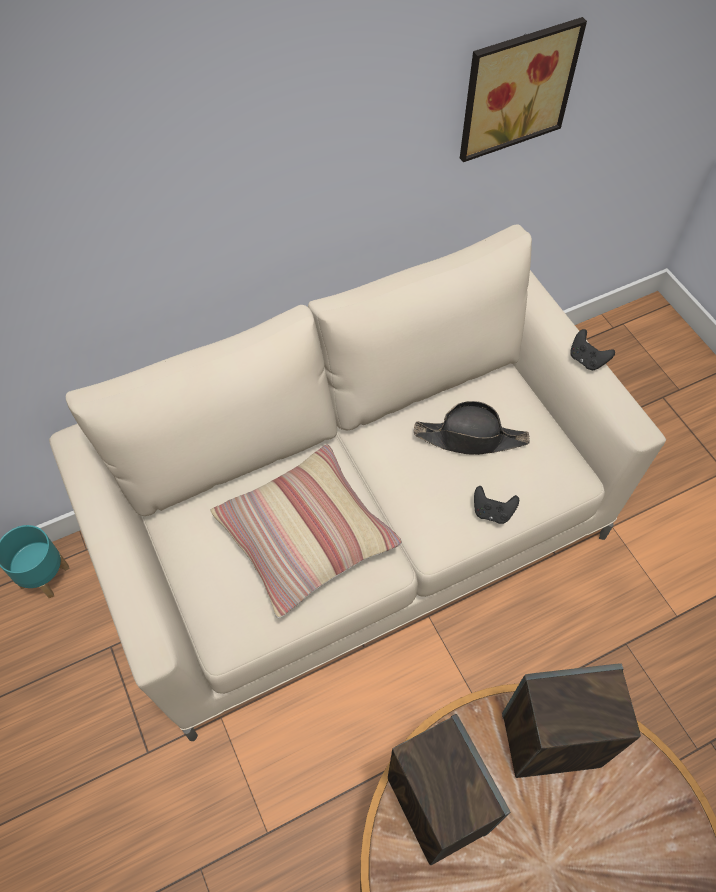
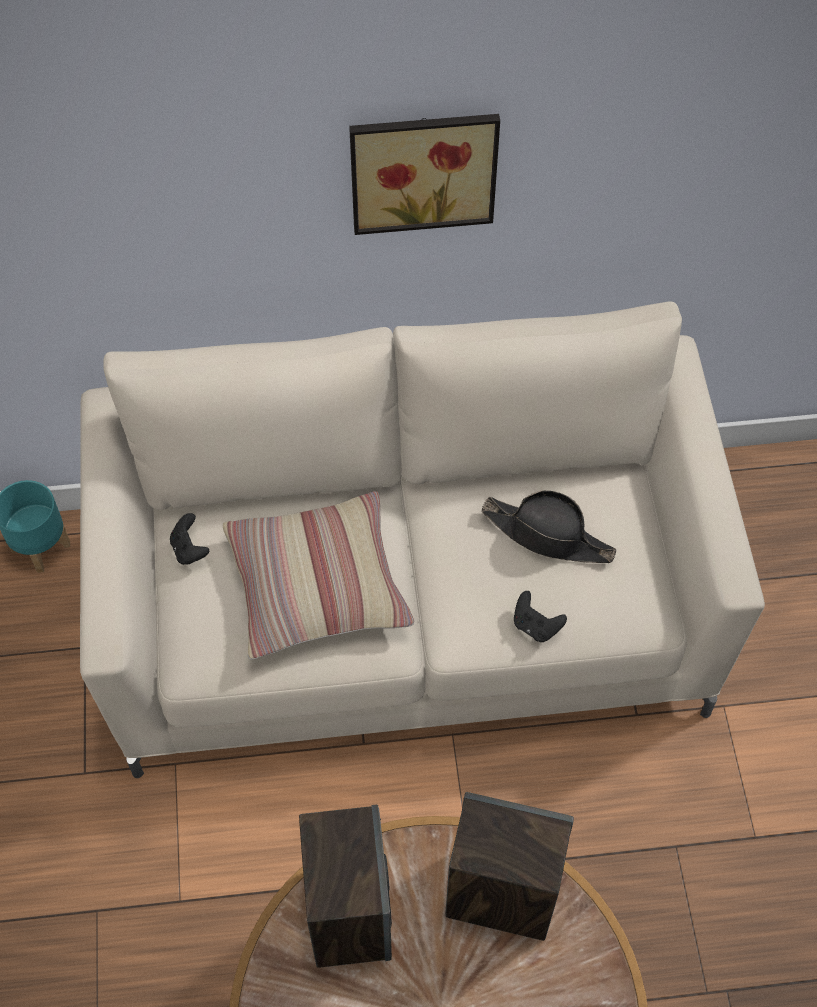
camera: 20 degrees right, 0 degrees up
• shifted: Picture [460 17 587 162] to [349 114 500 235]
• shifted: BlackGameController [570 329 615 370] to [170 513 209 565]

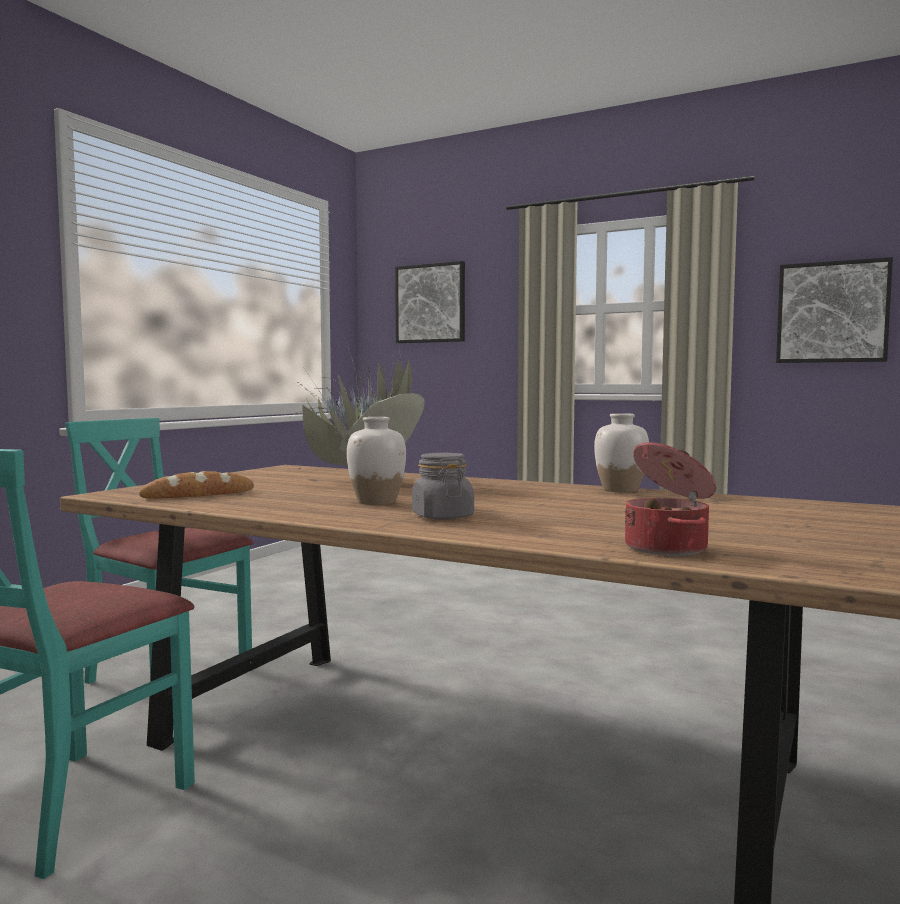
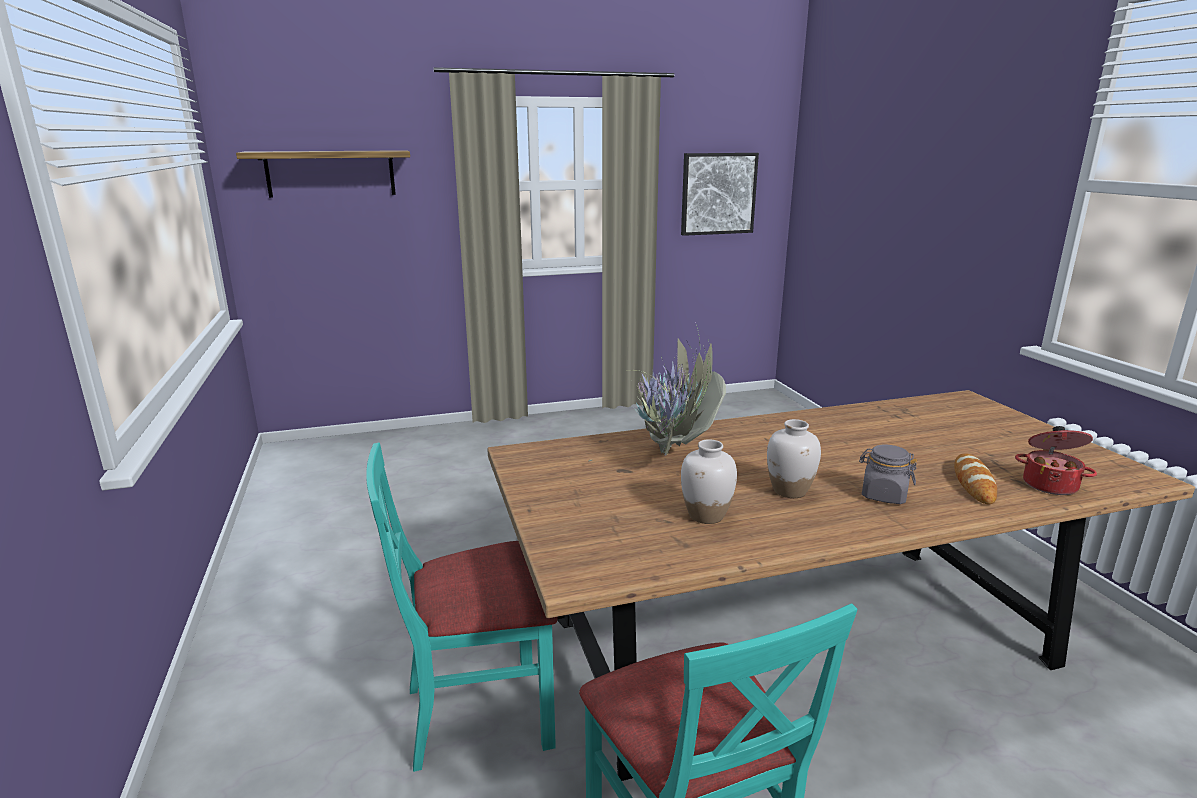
camera: 45 degrees left, 15 degrees up
• shifted: Bread [139 471 254 499] to [954 453 997 504]
• swapped: Picture [395 261 465 343] to Shelf [236 150 410 198]
• shifted: WhiteVase [594 413 649 492] to [681 439 737 524]

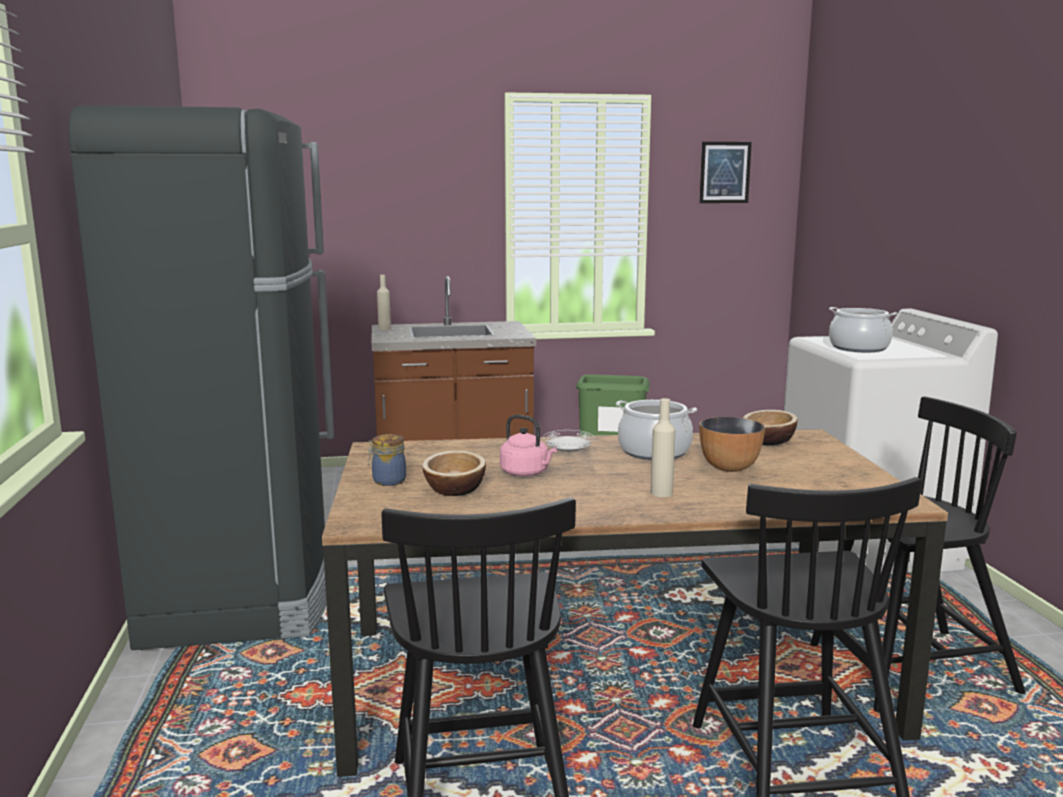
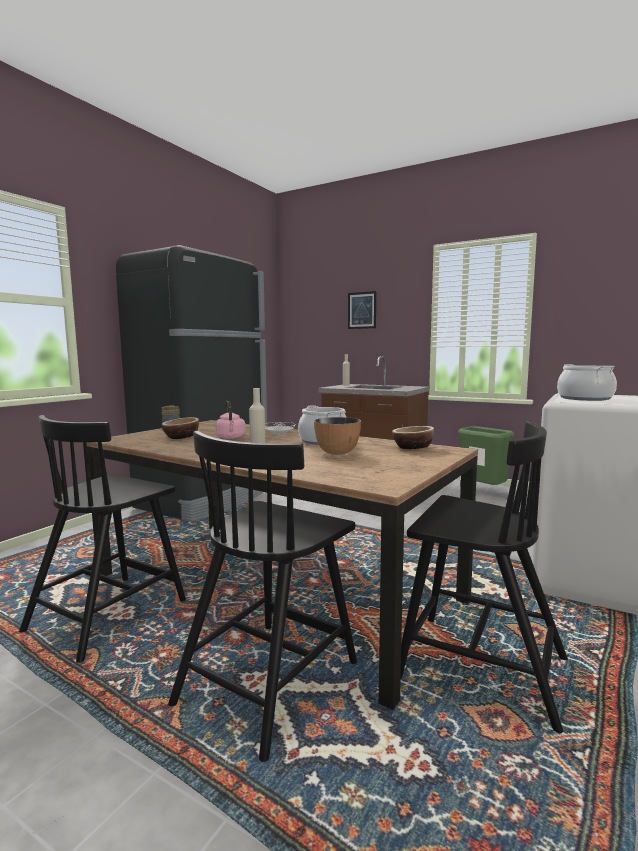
camera: 40 degrees right, 5 degrees down
• shifted: Picture [699 142 752 203] to [348 291 376 329]

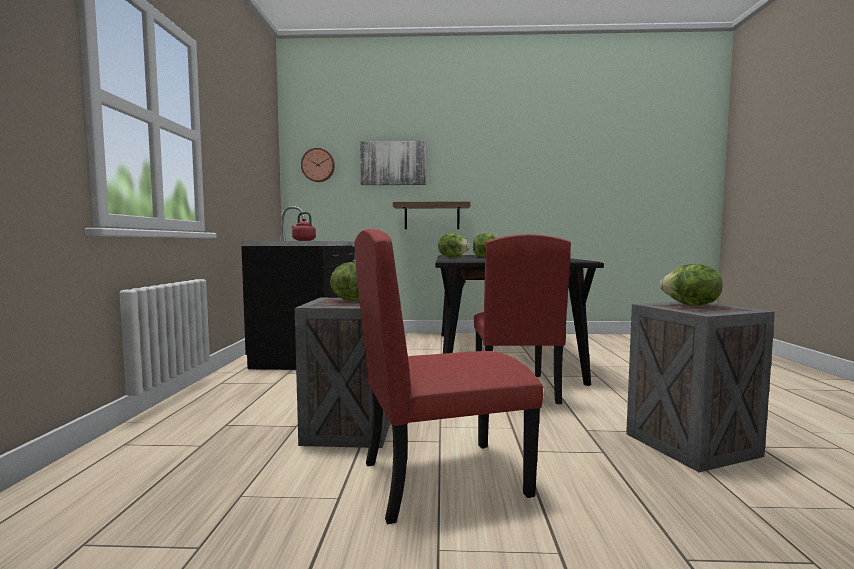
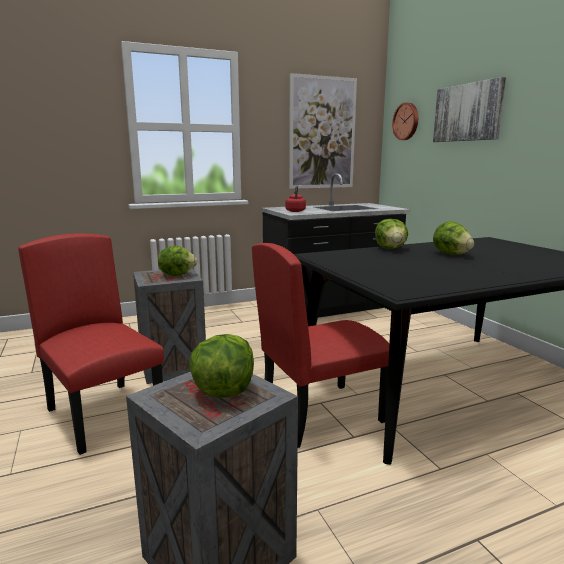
camera: 65 degrees right, 10 degrees up
• gone: Shelf [393 201 470 229]
• new: Picture [289 73 357 189]

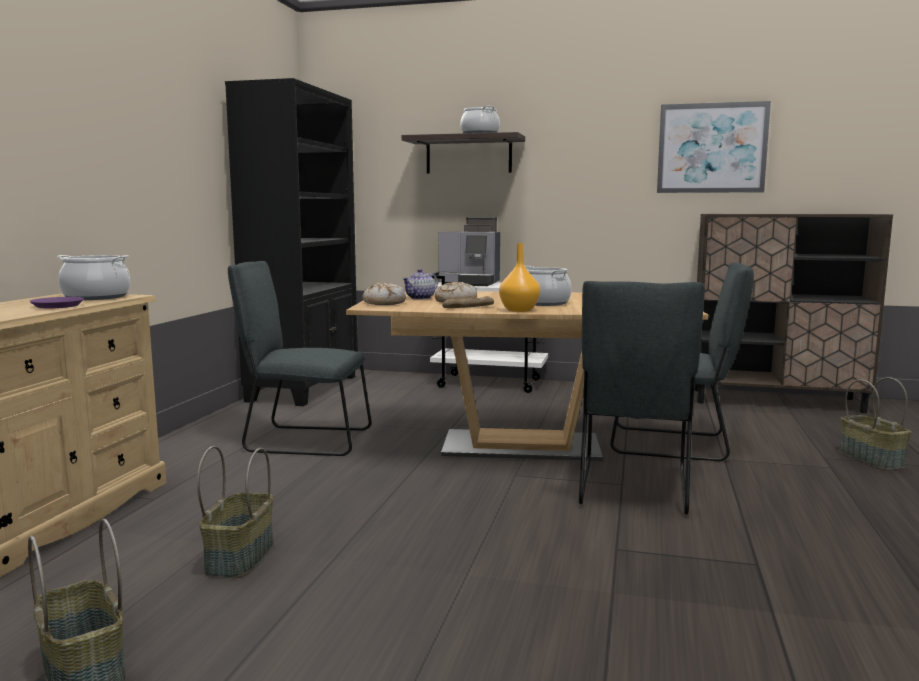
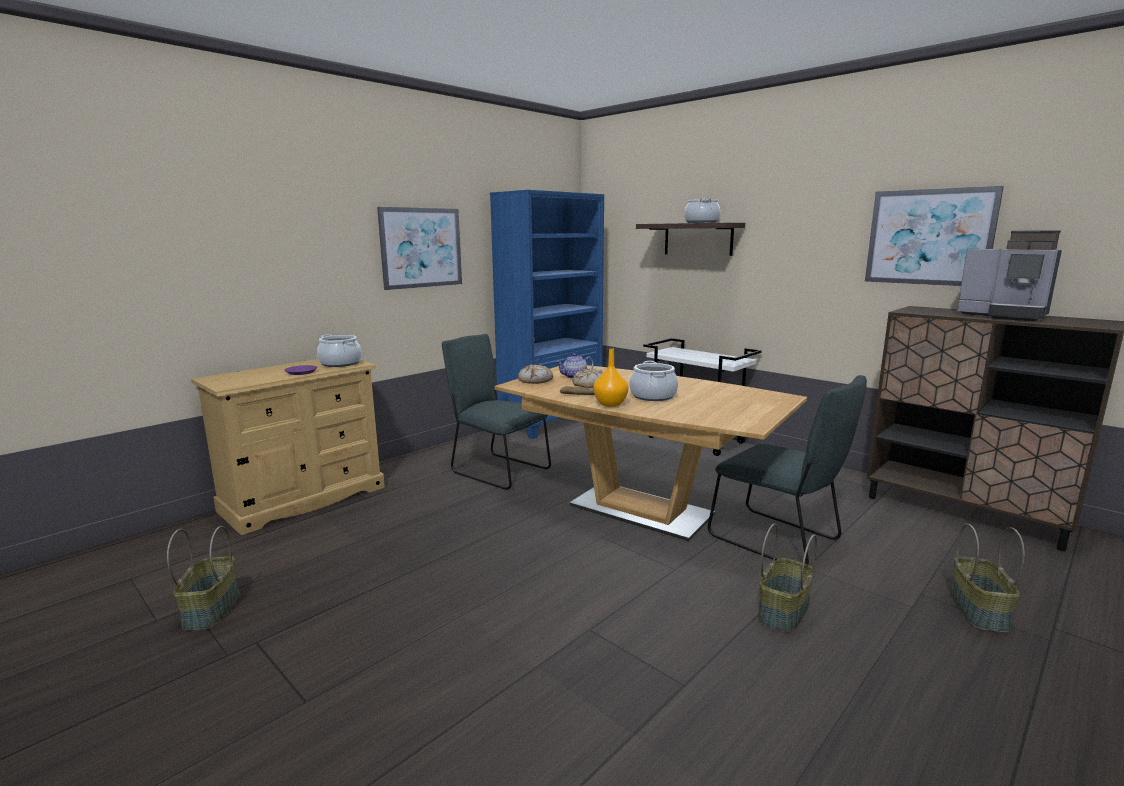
camera: 30 degrees right, 5 degrees up
• shifted: Basket [197 446 274 578] to [758 524 817 633]
• repainted: BlackBookcase [225 78 358 406] to BlueBookcase [490 190 604 439]
• shifted: CoffeeMachine [438 217 500 286] to [957 230 1062 322]
• gone: GreyChair [579 281 705 515]
• new: Picture [377 207 462 290]

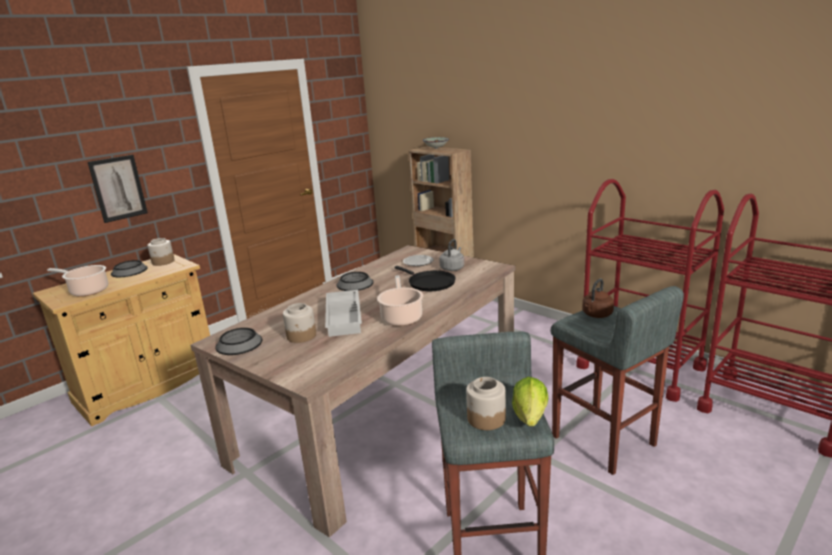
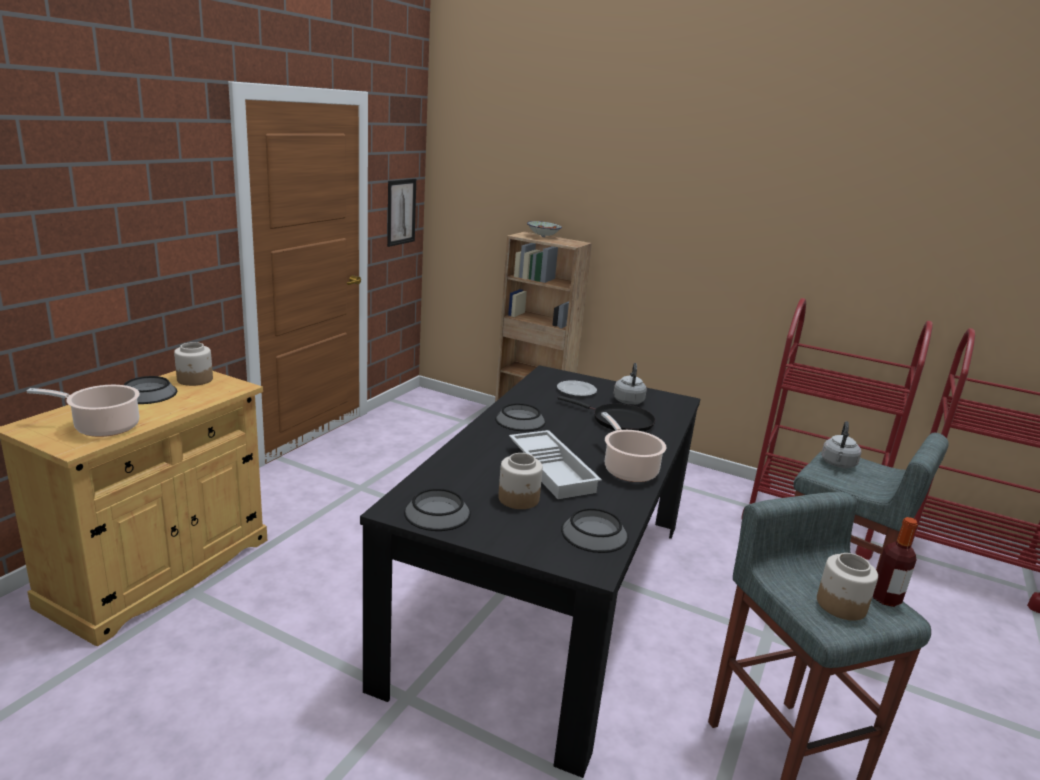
camera: 20 degrees left, 0 degrees up
• shifted: Picture [88 155 148 223] to [387 179 416 247]
• repainted: BeigeDiningTable [191 245 515 538] to BlackDiningTable [360 365 700 778]
• swapped: Lettuce [512 377 548 426] to Bottle [873 517 918 607]
• repainted: BrownKettle [582 279 614 318] to GreyKettle [821 421 861 468]
• new: Bowl [561 508 629 553]

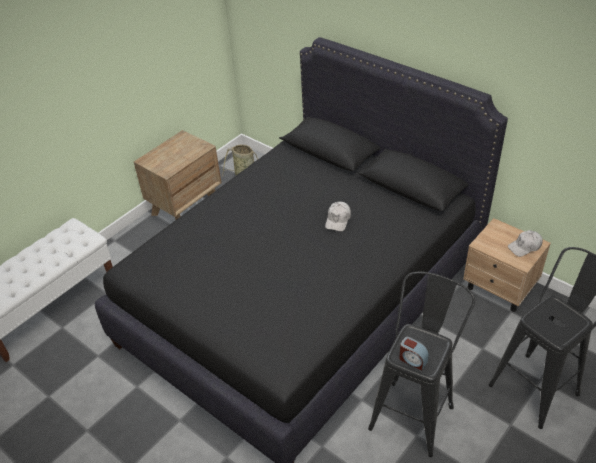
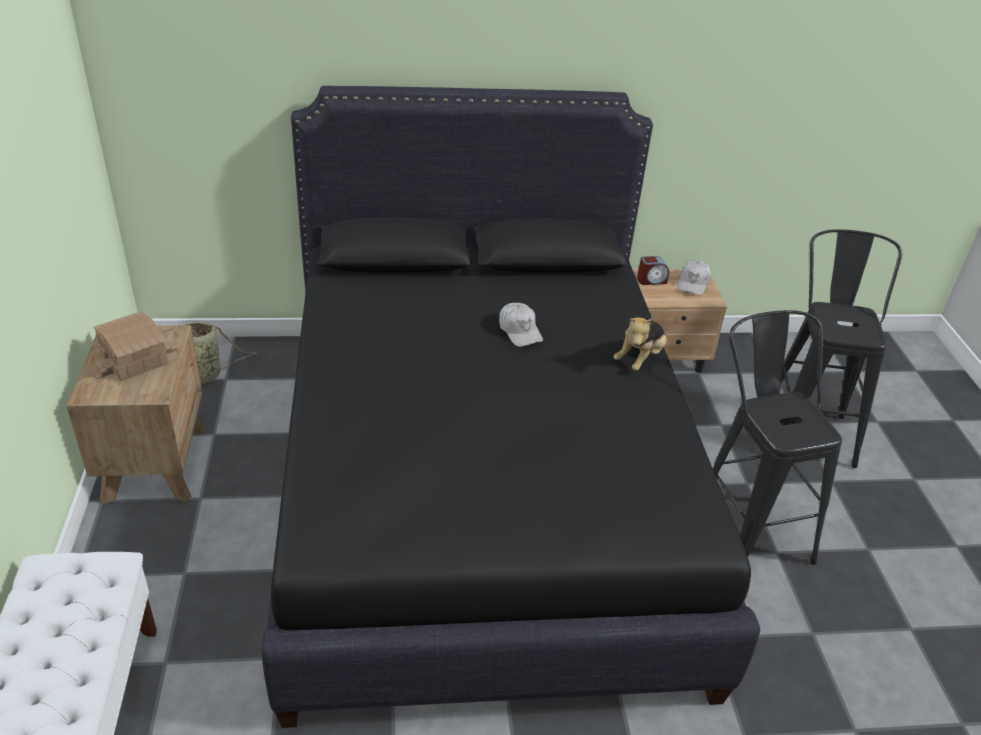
camera: 50 degrees left, 5 degrees down
• shifted: AlarmClock [399 337 429 371] to [637 256 669 285]
• new: ToyHouse [90 311 177 381]
• new: PlushToy [613 317 667 371]

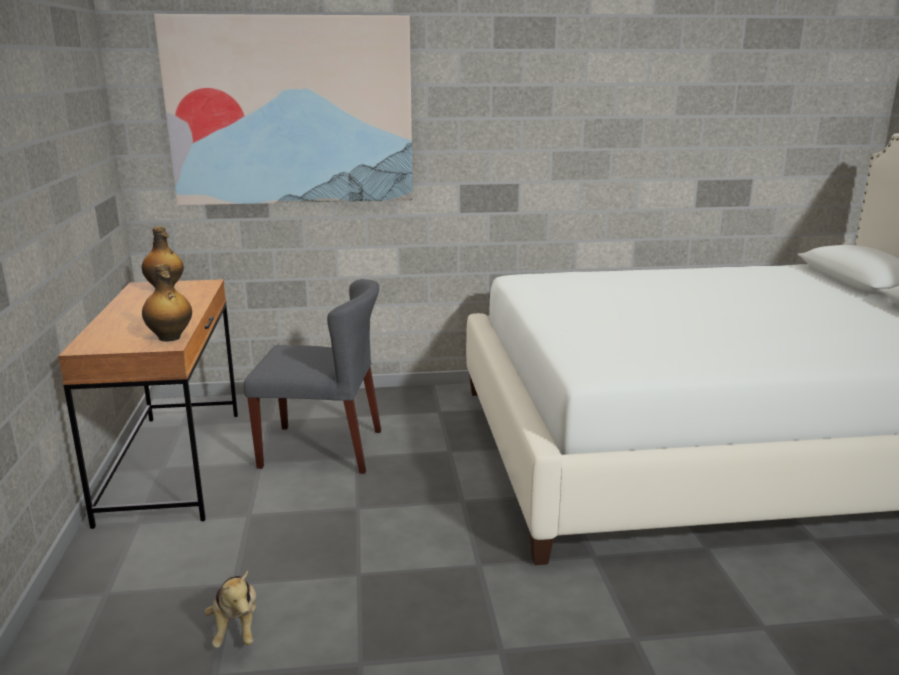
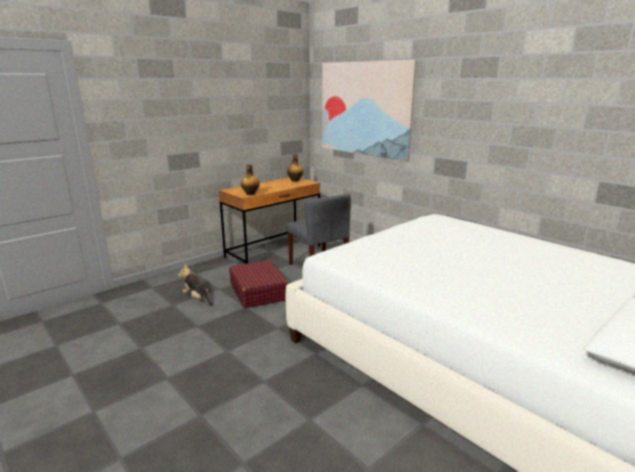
camera: 55 degrees right, 0 degrees up
• rotated: PlushToy [204 570 256 648] = [178 264 214 306] 90 degrees clockwise
• new: RedSuitcase [229 260 289 308]

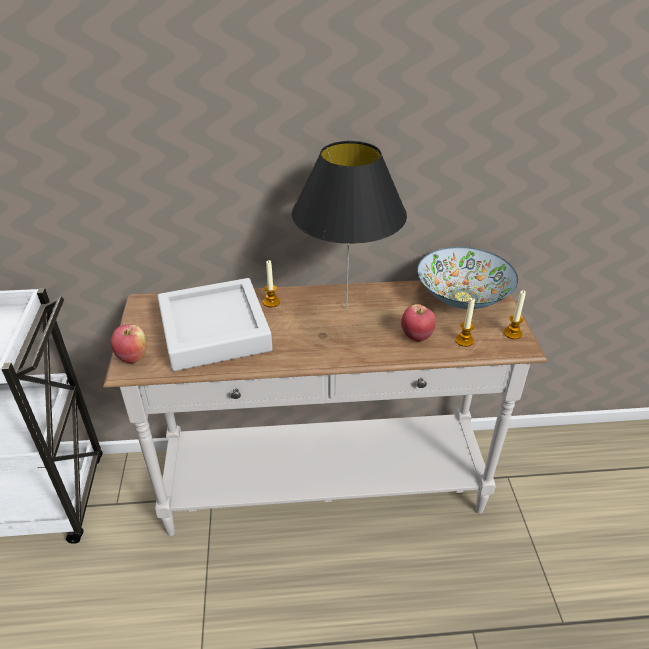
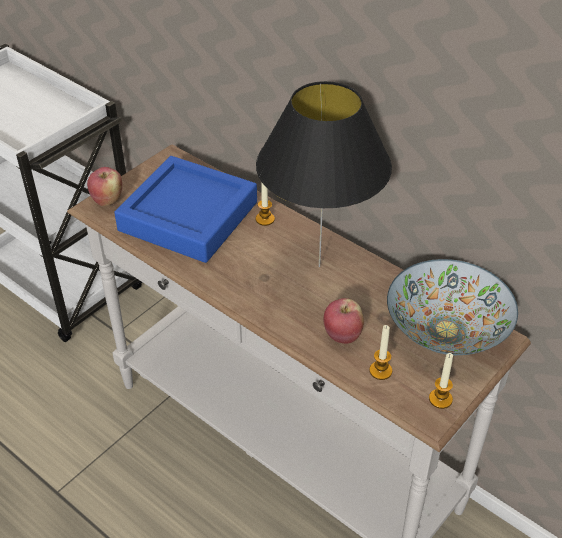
camera: 45 degrees right, 5 degrees up
• repainted: GreyTray [158 278 272 371] to BlueTray [114 156 257 263]

